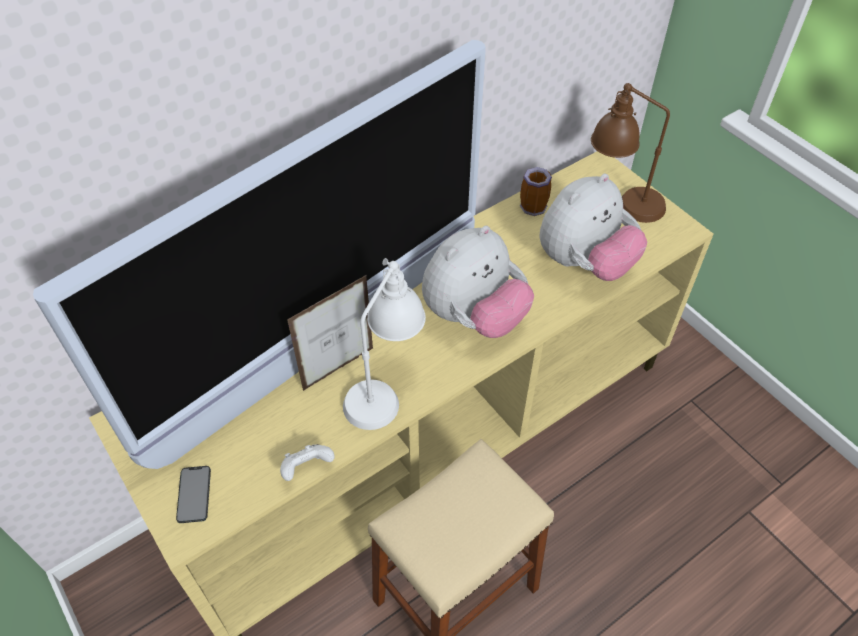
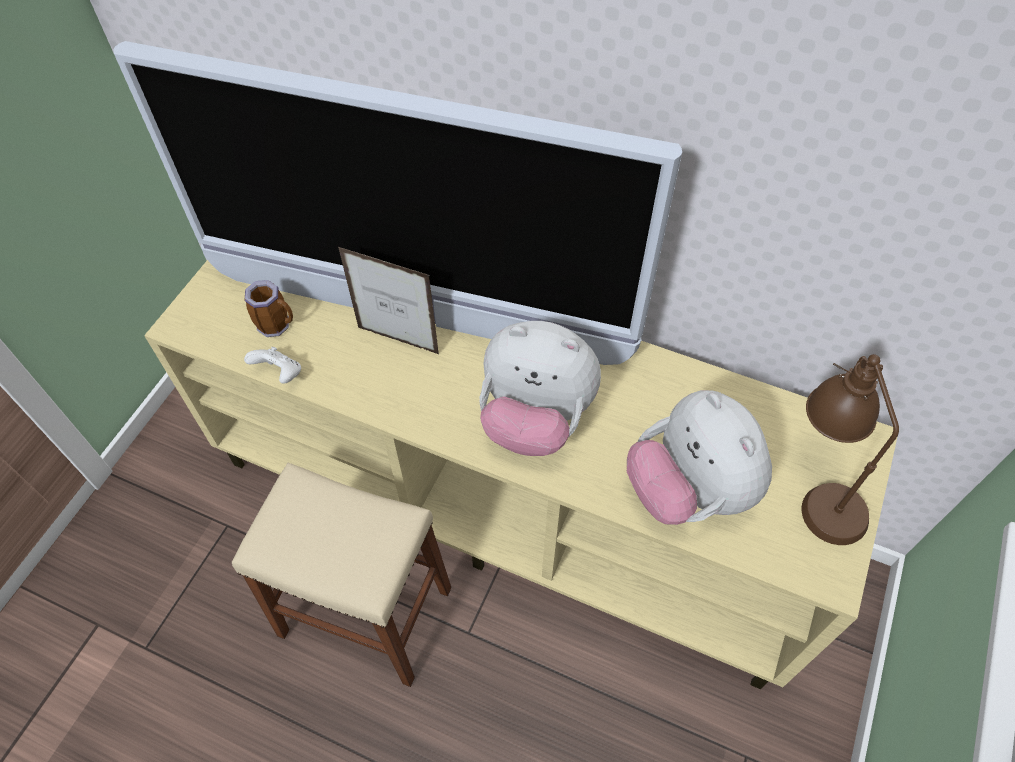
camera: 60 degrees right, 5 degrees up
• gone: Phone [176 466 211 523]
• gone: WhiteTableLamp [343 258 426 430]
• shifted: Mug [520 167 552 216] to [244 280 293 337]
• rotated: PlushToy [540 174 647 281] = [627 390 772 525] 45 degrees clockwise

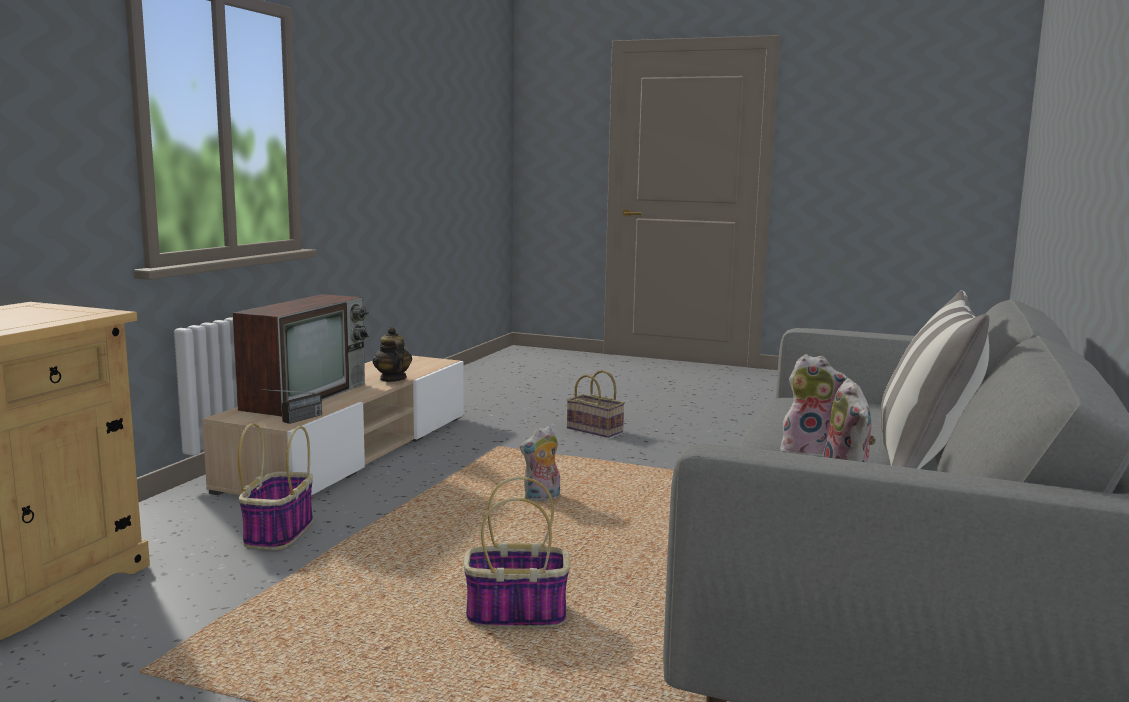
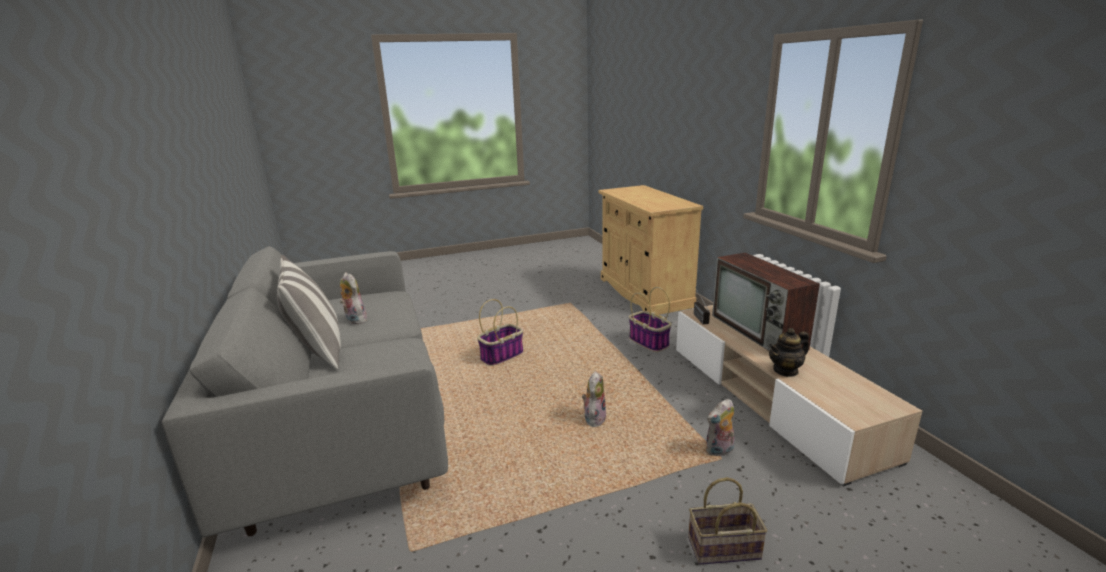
camera: 140 degrees right, 10 degrees up
• rotated: Teapot [373 327 412 382] = [769 328 809 377] 135 degrees clockwise
• shifted: PlushToy [780 354 848 457] to [706 399 735 457]

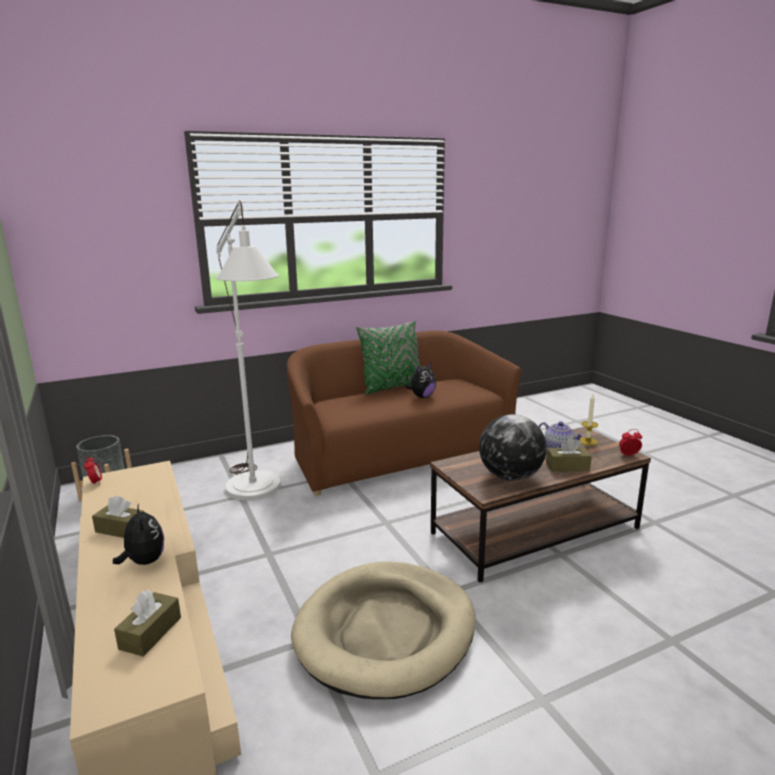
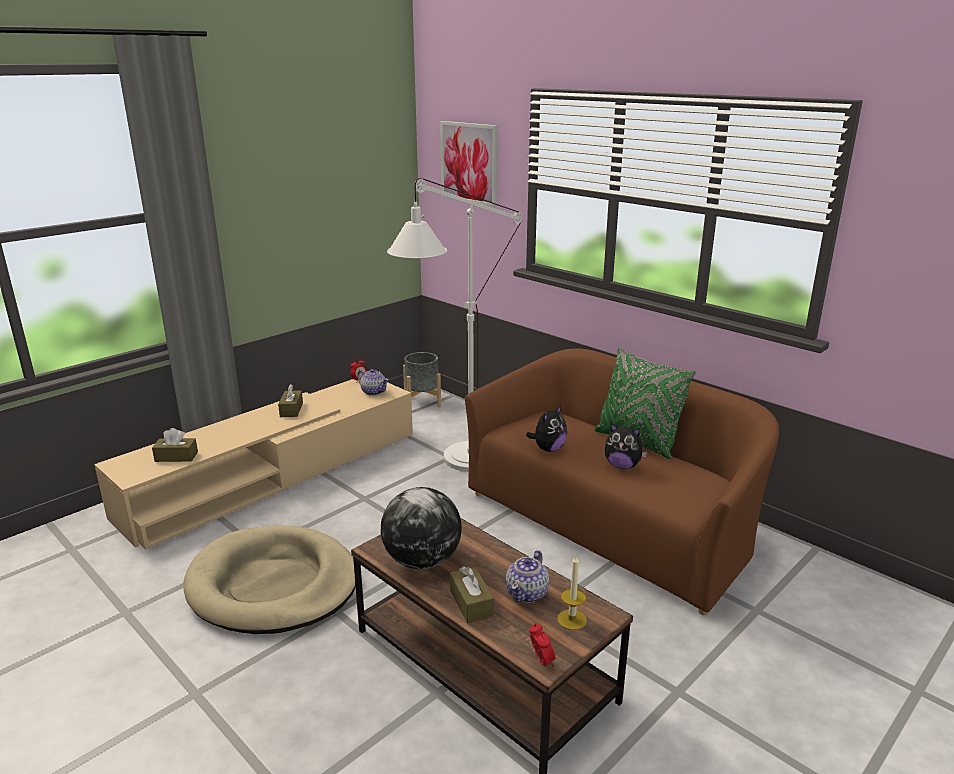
camera: 70 degrees right, 5 degrees up
• shifted: PlushToy [113 503 164 565] to [526 405 567 452]
• new: Teapot [357 369 389 396]
• new: Picture [440 121 498 207]

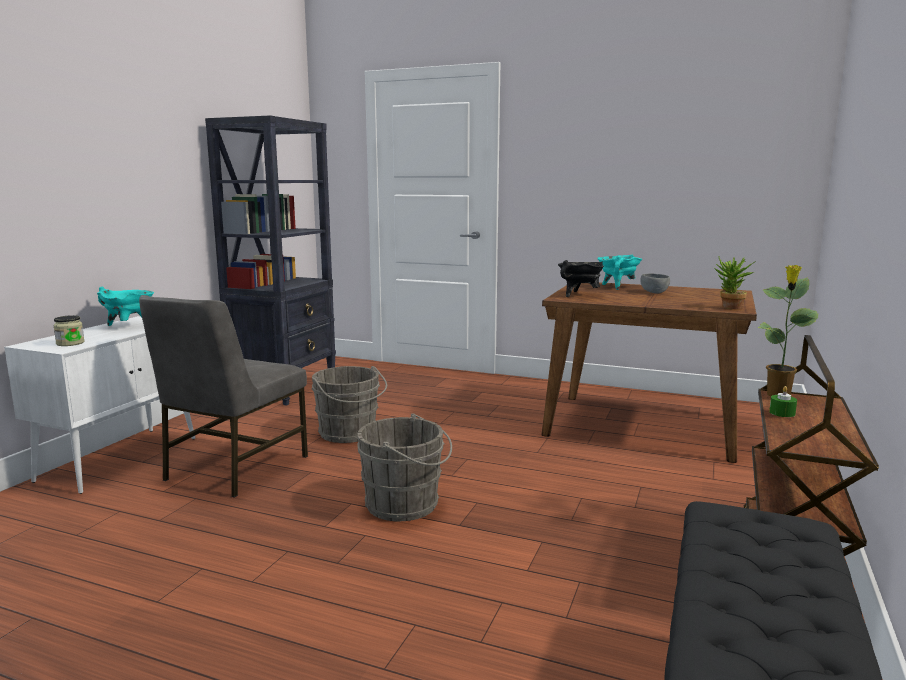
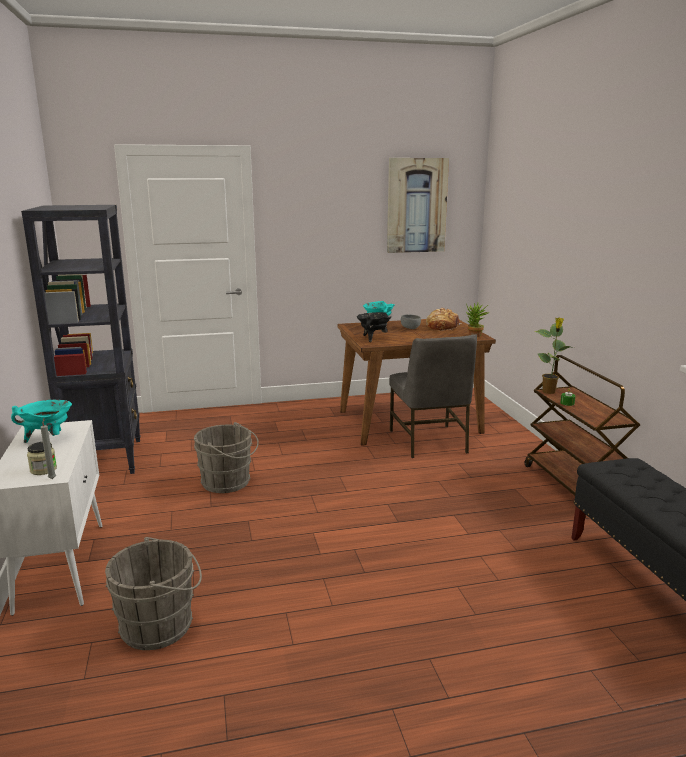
camera: 35 degrees left, 5 degrees up
• shifted: GreyChair [139 295 308 498] to [389 334 477 458]
• shifted: GreyBucket [357 414 452 521] to [105 537 202 650]
• new: GreyCandle [40 418 56 479]
• new: Picture [387 158 449 253]
• new: Bread [426 308 462 330]

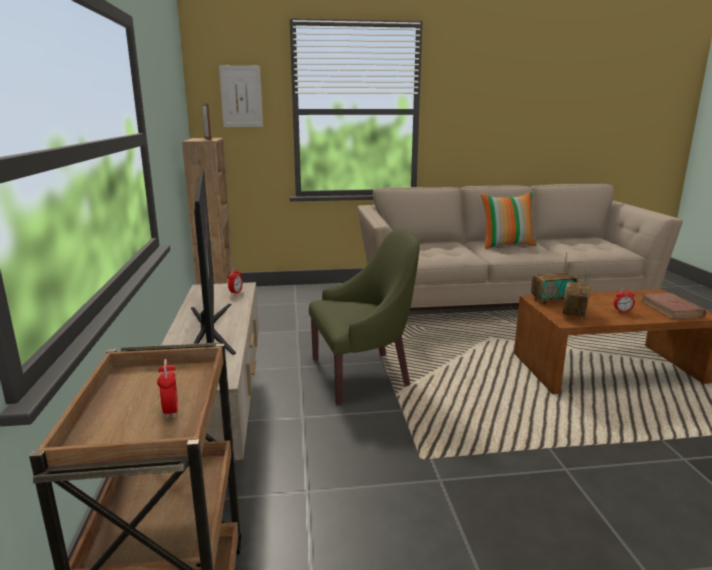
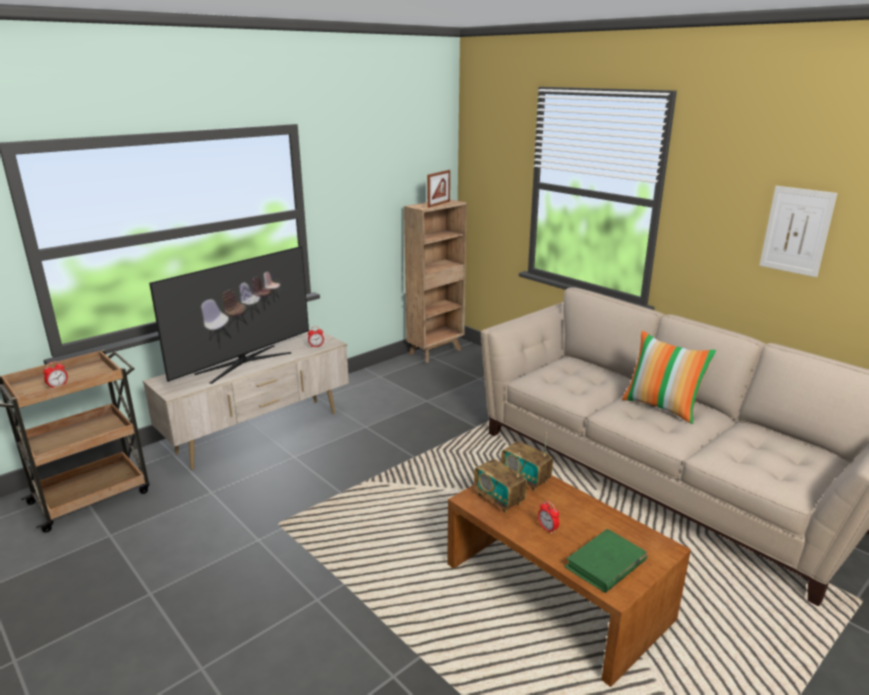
camera: 55 degrees right, 5 degrees up
• shifted: Picture [219 65 263 127] to [759 186 837 277]
• gone: GreenArmchair [309 229 420 405]
• rotated: Radio [562 270 591 321] = [474 452 527 513] 120 degrees counterclockwise
• repainted: BrownBook [640 293 706 319] to GreenBook [564 529 647 593]

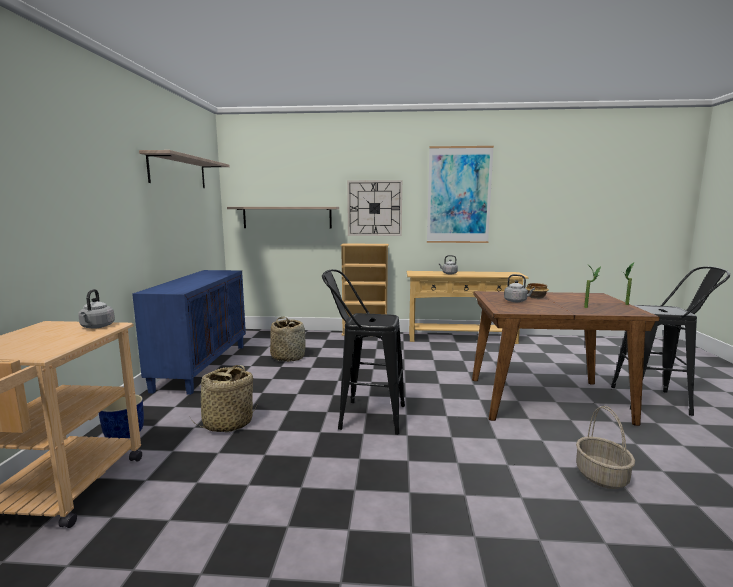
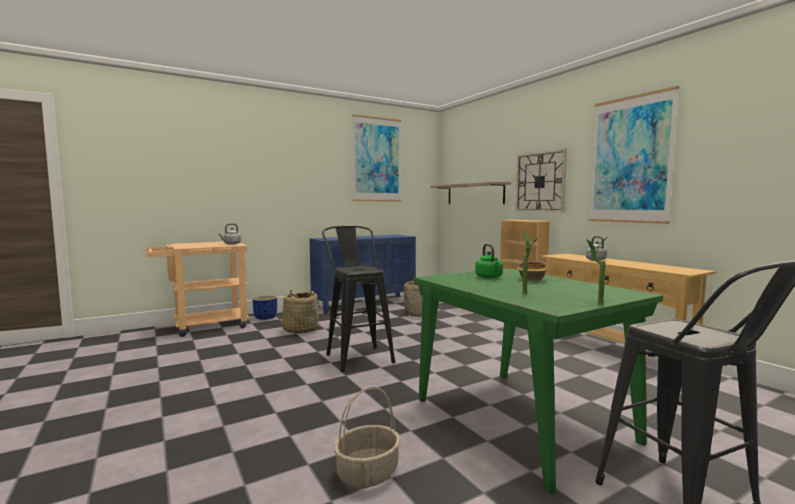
camera: 55 degrees right, 5 degrees down
• swapped: Shelf [139 150 230 188] to Picture [352 114 401 201]
• repainted: BrownDiningTable [472 291 660 426] to GreenDiningTable [414 268 663 494]
• repainted: GreyKettle [504 274 535 302] to GreenKettle [475 244 503 278]

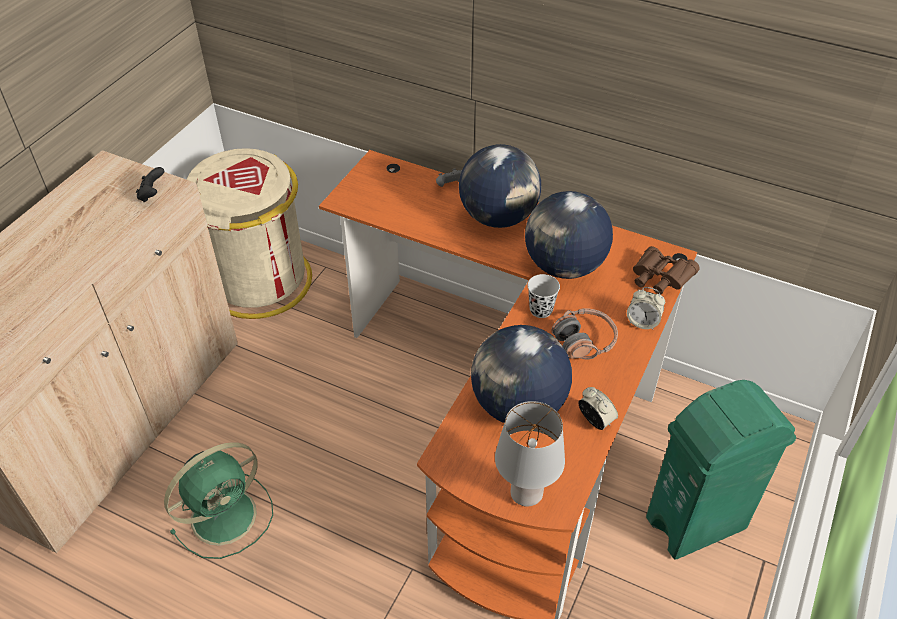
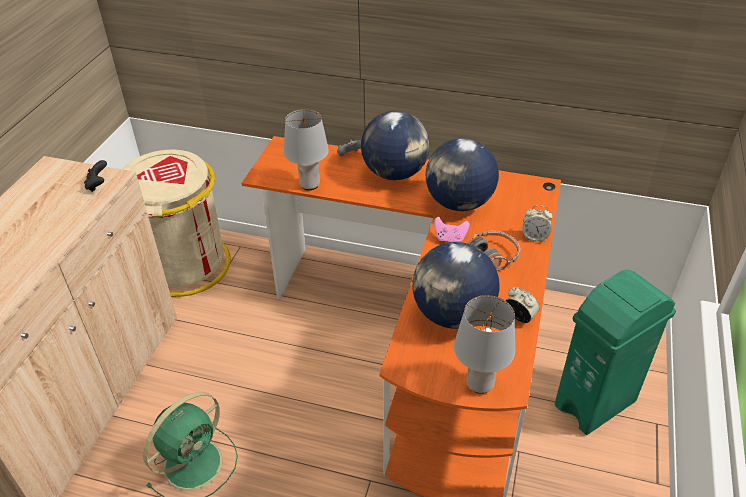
camera: 10 degrees left, 5 degrees down
• swapped: BlackCup [528 274 560 318] to PinkGameController [434 217 469 242]
• gone: BrownBinoculars [633 246 699 295]
• new: GreyTableLamp [284 109 329 190]

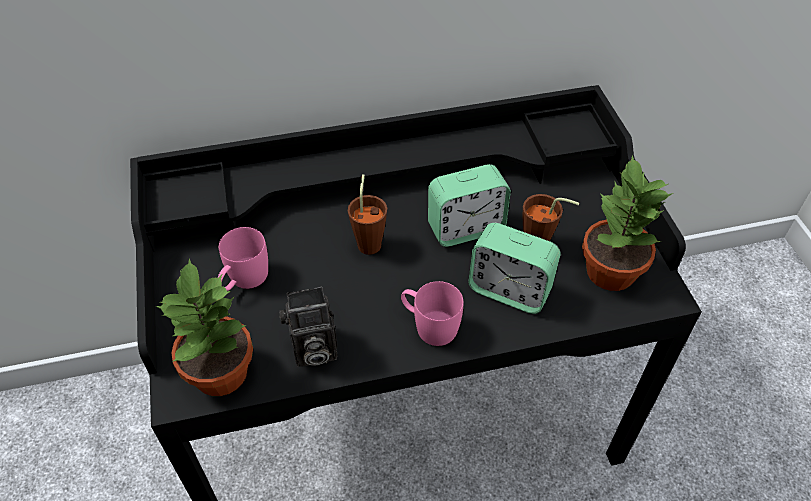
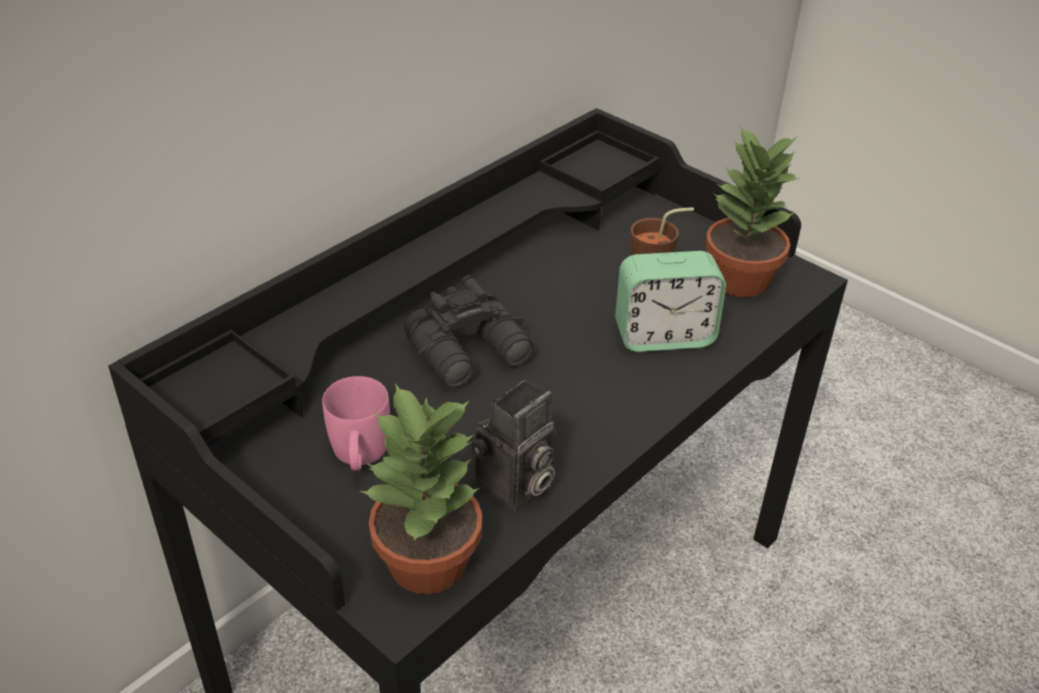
camera: 35 degrees left, 10 degrees down
• swapped: BrownCup [348 174 387 255] to BlackBinoculars [404 275 534 388]
• gone: PinkMug [401 281 463 346]
• gone: AlarmClock [428 164 511 247]

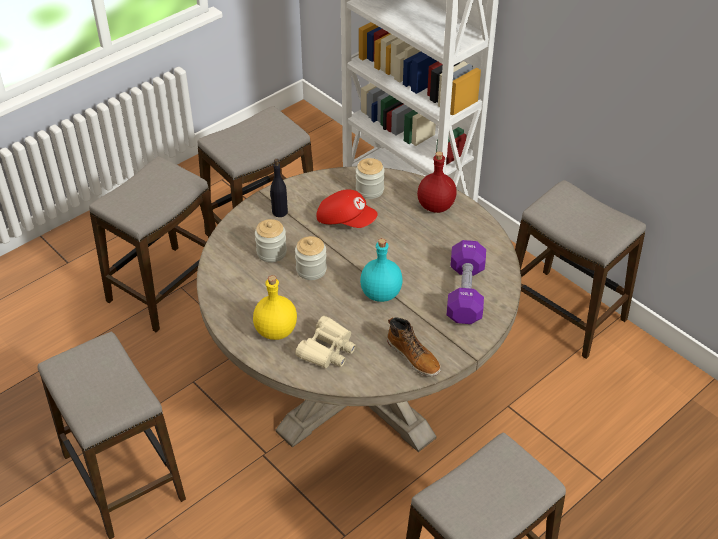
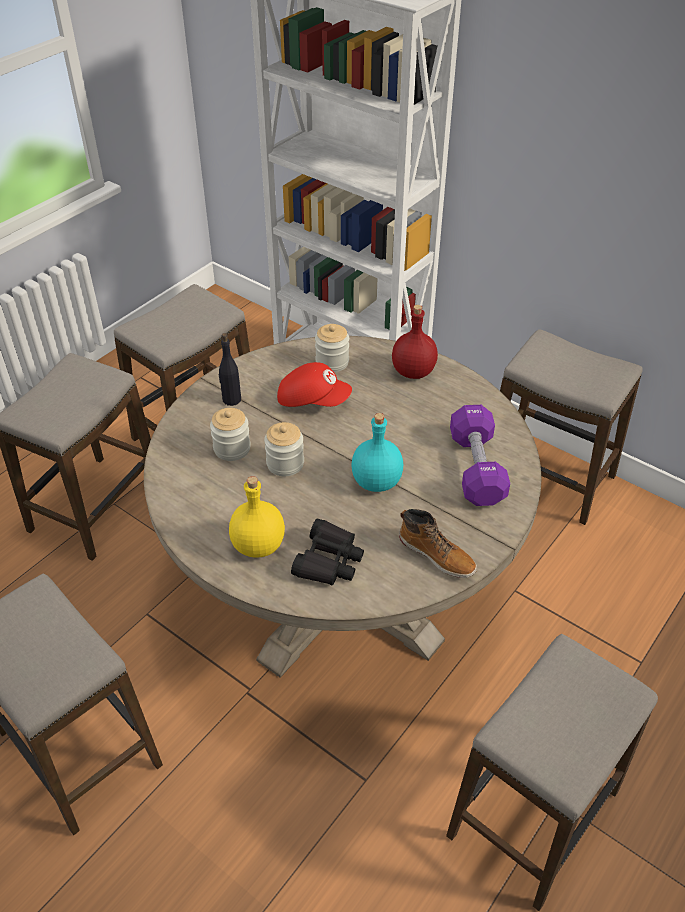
camera: 10 degrees left, 0 degrees up
• repainted: BeigeBinoculars [295 316 356 368] to BlackBinoculars [291 519 364 585]

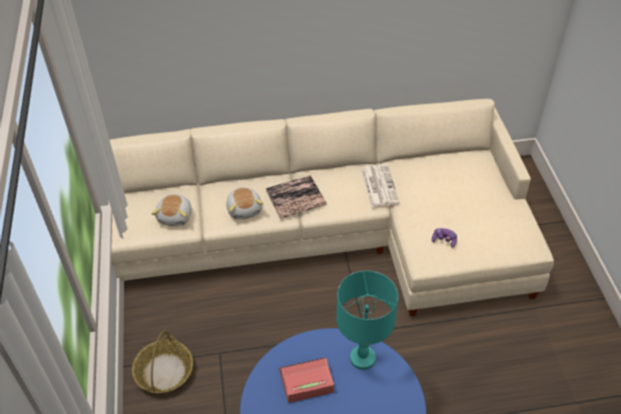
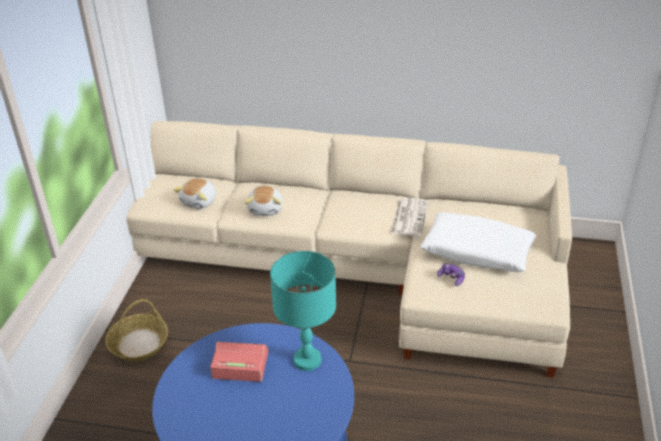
camera: 20 degrees right, 10 degrees down
• gone: Book [266 175 326 219]
• new: WhitePillow [420 212 536 272]

